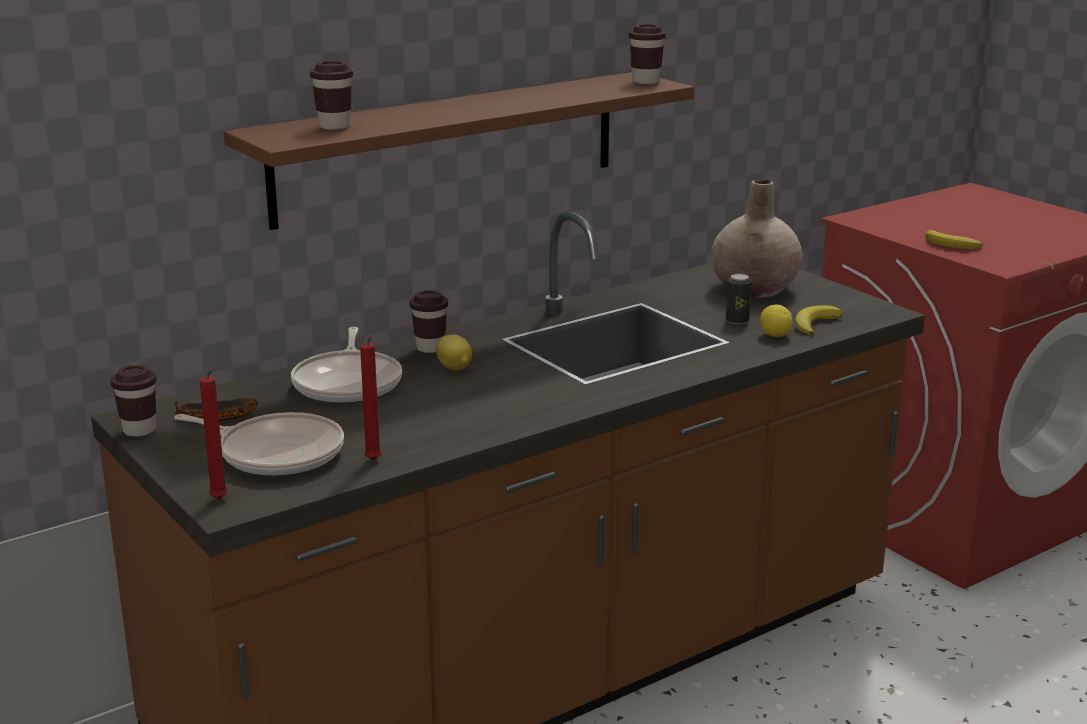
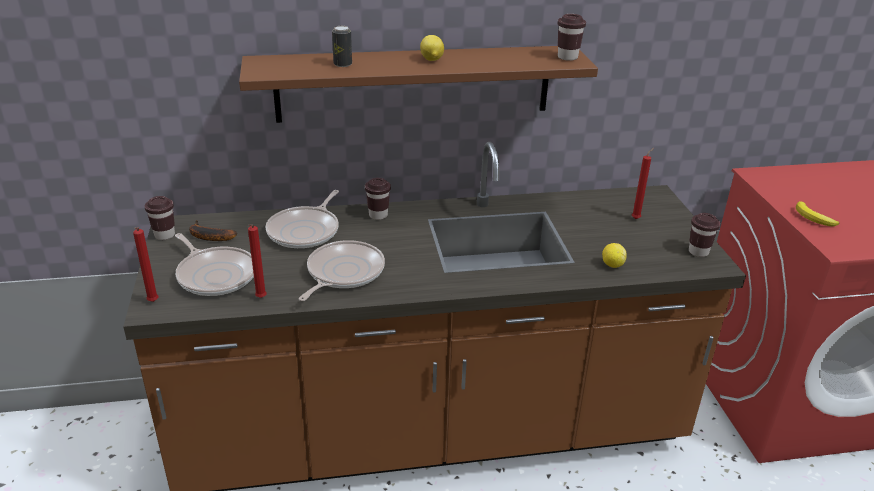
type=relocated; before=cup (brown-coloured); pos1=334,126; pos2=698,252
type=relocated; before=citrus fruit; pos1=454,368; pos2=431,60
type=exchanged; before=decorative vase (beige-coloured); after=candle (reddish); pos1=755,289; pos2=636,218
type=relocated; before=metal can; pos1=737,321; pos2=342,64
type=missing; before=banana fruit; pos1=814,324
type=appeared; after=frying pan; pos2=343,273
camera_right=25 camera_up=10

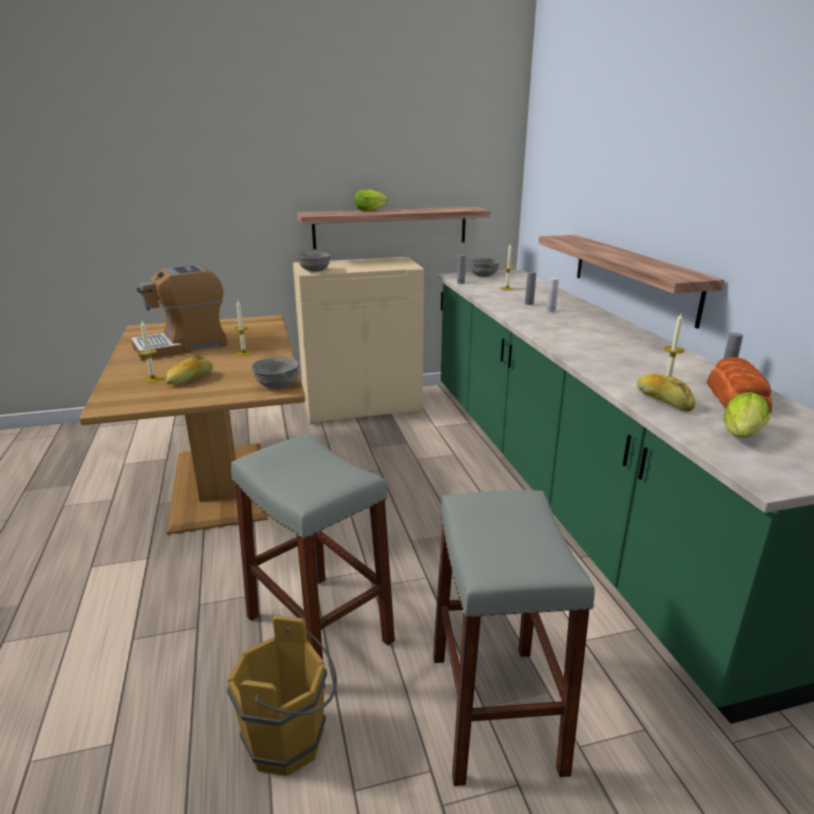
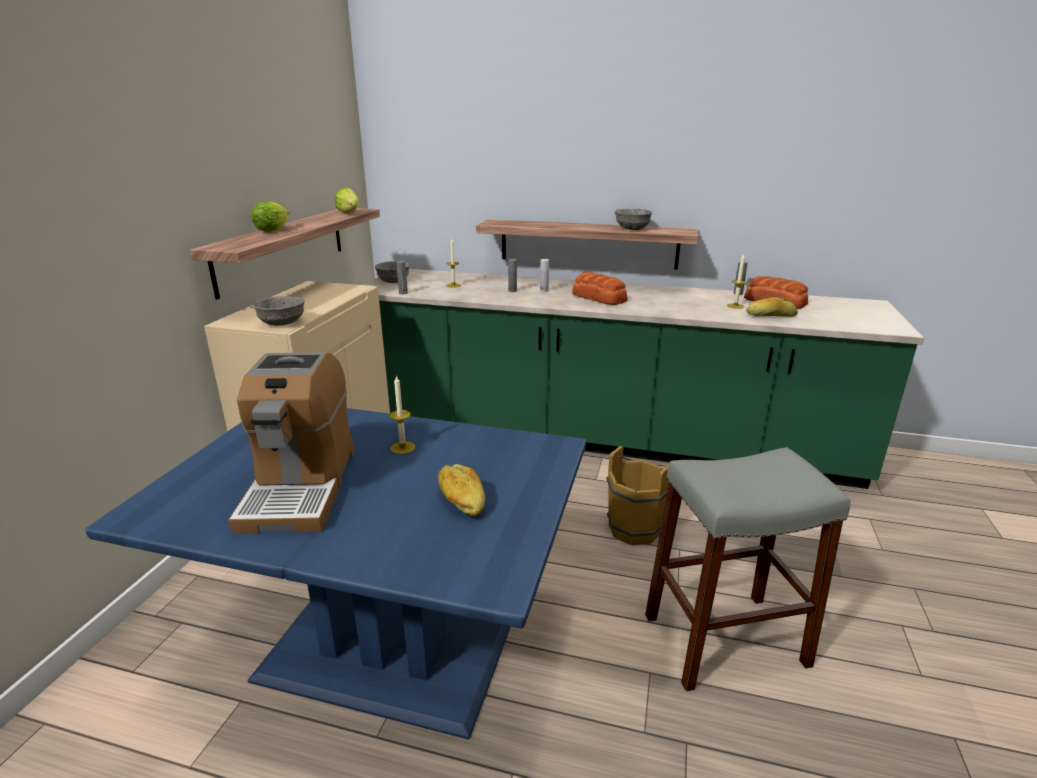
type=colour; before=kitchen table (brown-coloured); after=kitchen table (bluish); pos1=221,484; pos2=386,651
type=missing; before=candle; pos1=153,379
type=relocated; before=bucket (brown-coloured); pos1=291,741; pos2=636,527
type=relocated; before=bowl (greyish); pos1=278,385; pos2=631,229
type=missing; before=stool (greyish); pos1=495,710
type=relocated; before=lettuce head; pos1=741,437; pos2=350,213
type=appeared; after=baked bread; pos2=599,298
camera_right=-60 camera_up=0

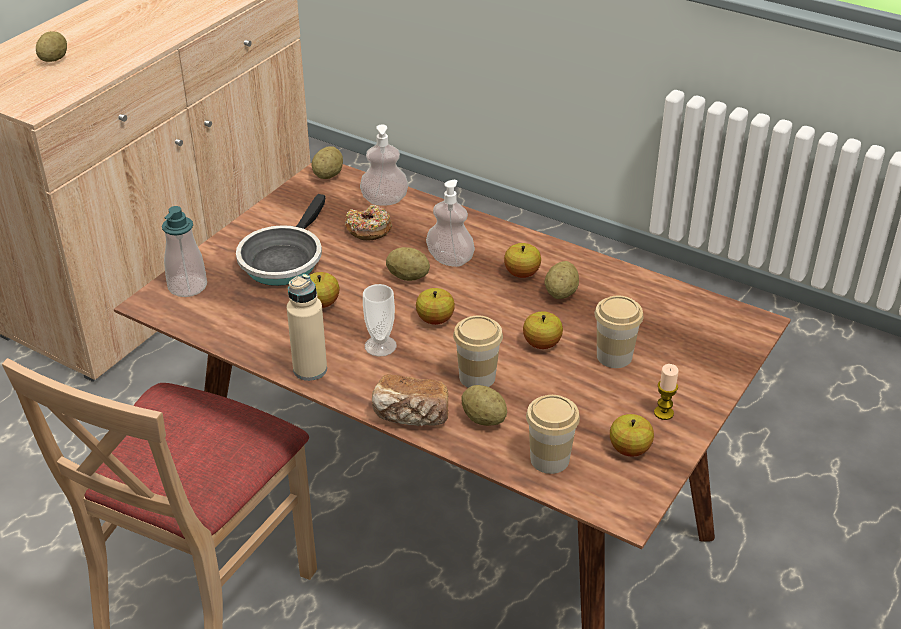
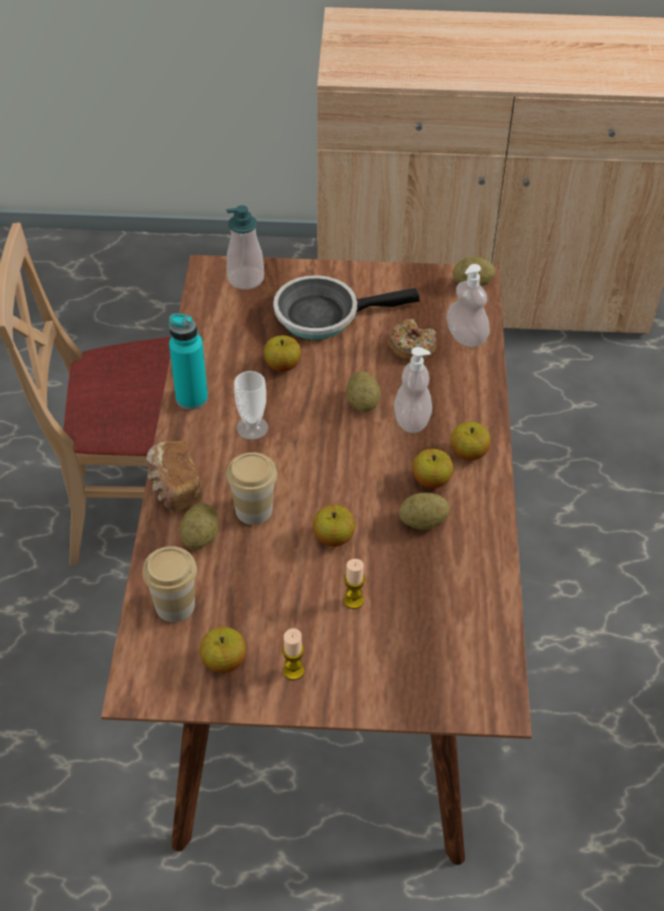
type=missing; before=spud; pos1=54,59
type=colour; before=drink bottle (beige-coloured); after=drink bottle (turquoise); pos1=310,369; pos2=192,398
type=relocated; before=whole apple; pos1=435,319; pos2=468,453
type=exchanged; before=cup; after=candle; pos1=614,356; pos2=353,600
camera_right=60 camera_up=10

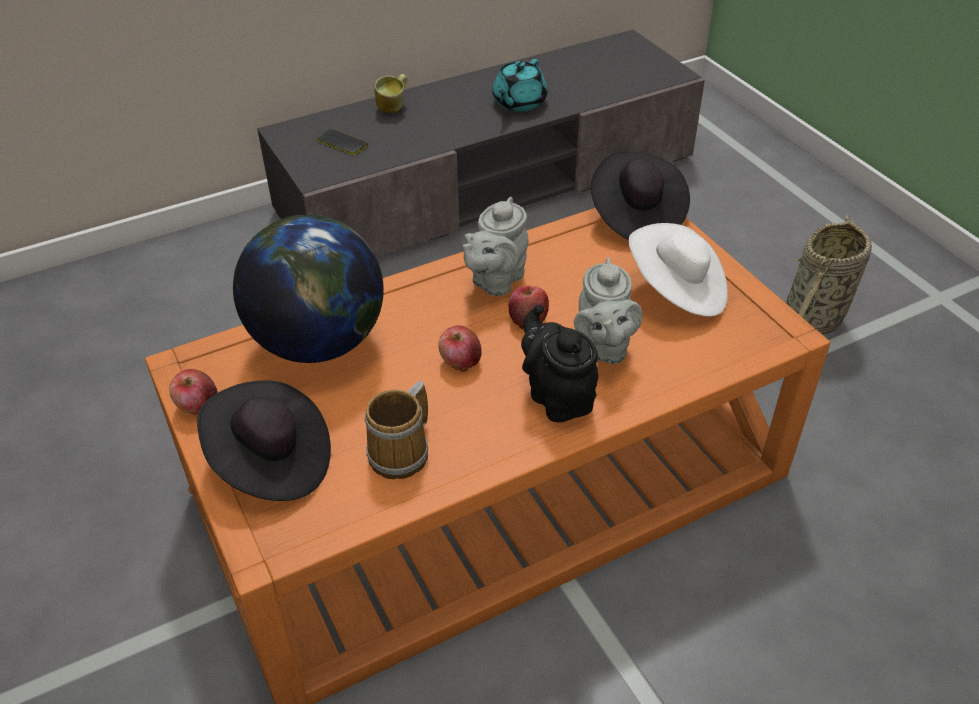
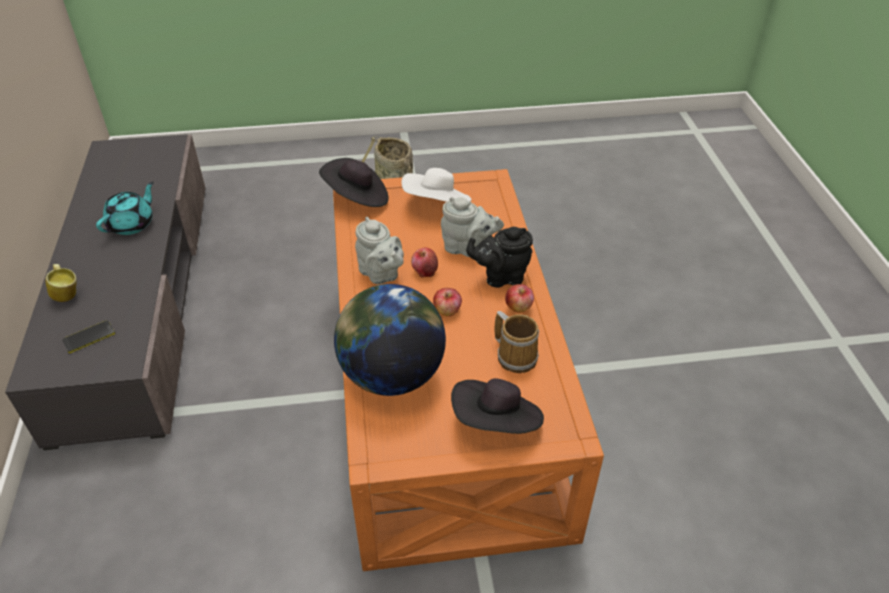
type=relocated; before=whole apple; pos1=197,405; pos2=518,307
type=spun; before=pot for tea (turquoise); pos1=518,103; pos2=132,224; turn=-105
camera_right=-70 camera_up=0

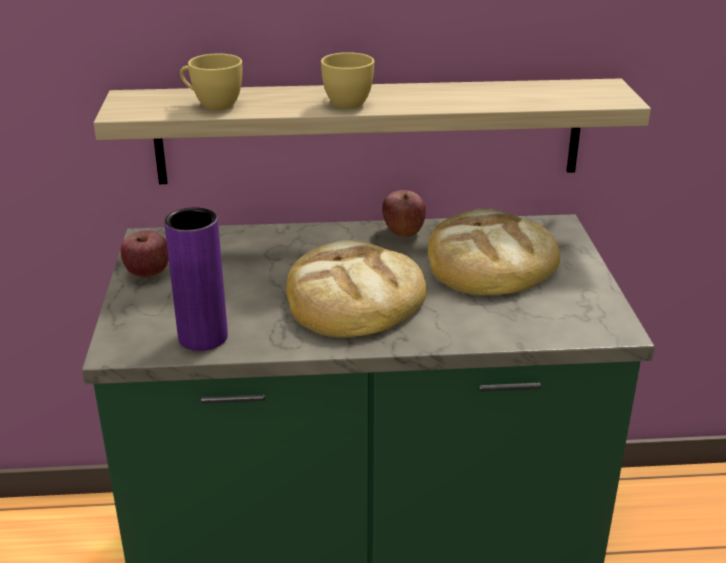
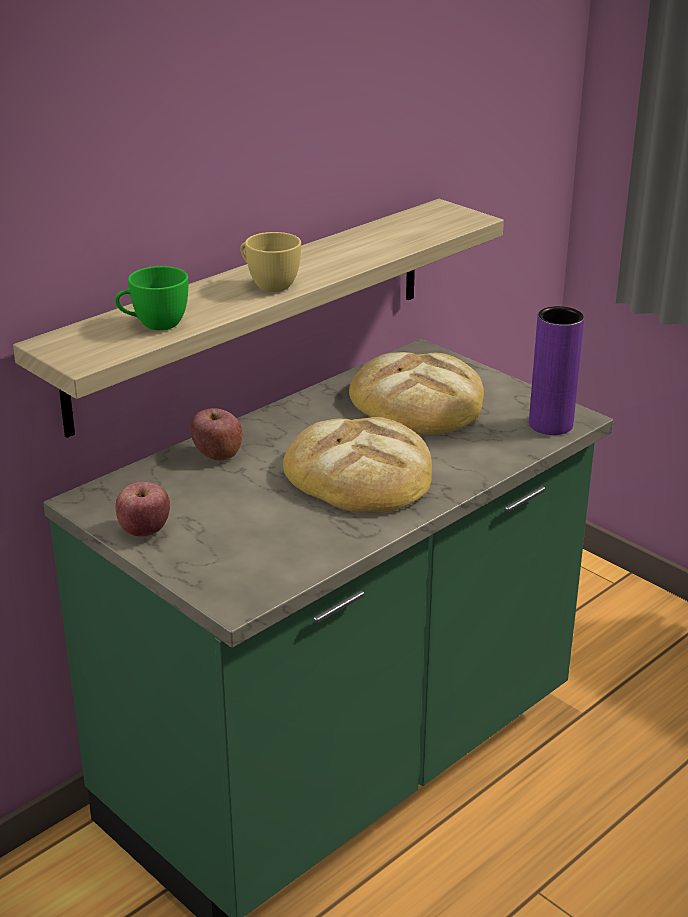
type=relocated; before=decorative vase (purplish); pos1=203,337; pos2=550,425
type=colour; before=cup (yellowish); after=cup (green-coloured); pos1=212,104; pos2=154,325
type=relocated; before=whole apple; pos1=403,231; pos2=217,454
camera_right=-40 camera_up=0

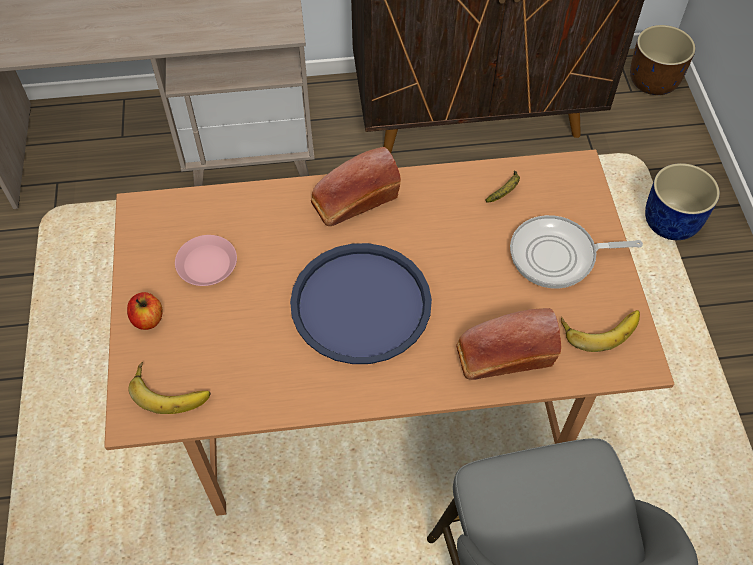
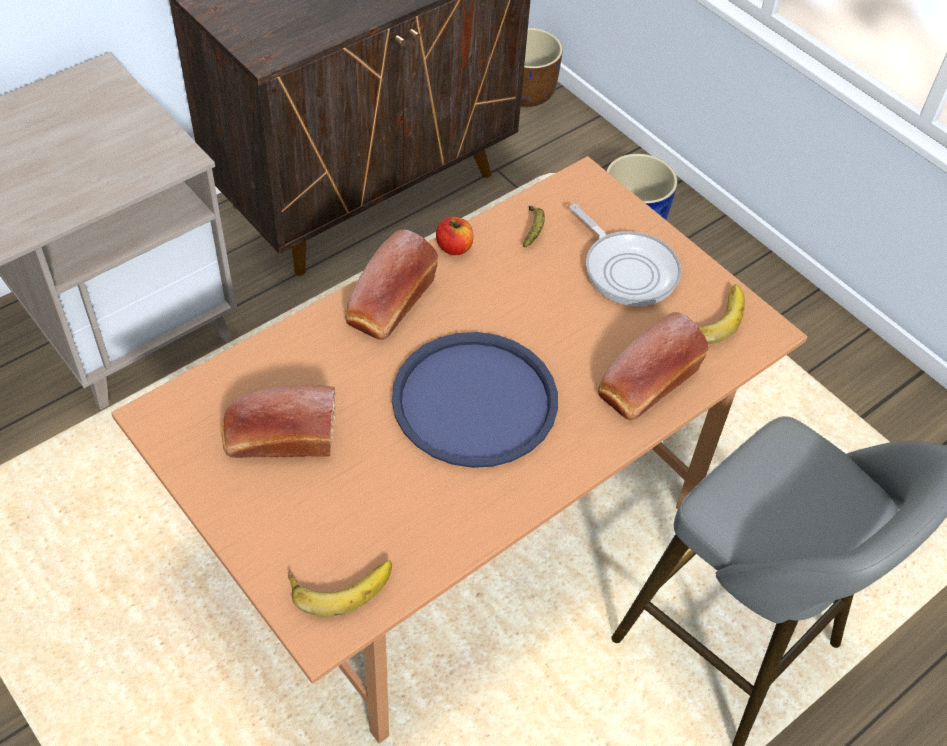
type=relocated; before=whole apple; pos1=148,319; pos2=454,247
type=exchanged; before=flat dish (pink); after=baked bread; pos1=206,264; pos2=279,438
type=spun; before=frying pan; pos1=558,256; pos2=627,269; turn=-90
camera_right=-35 camera_up=-5

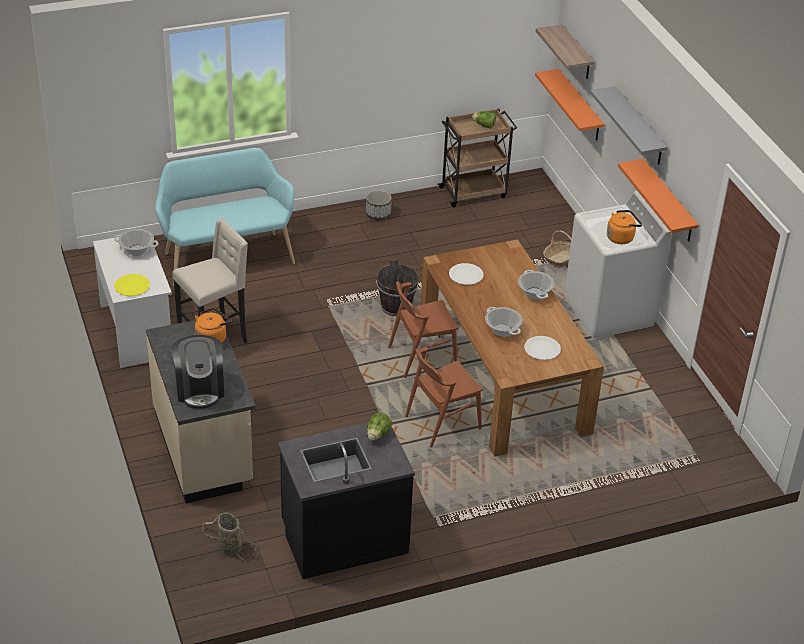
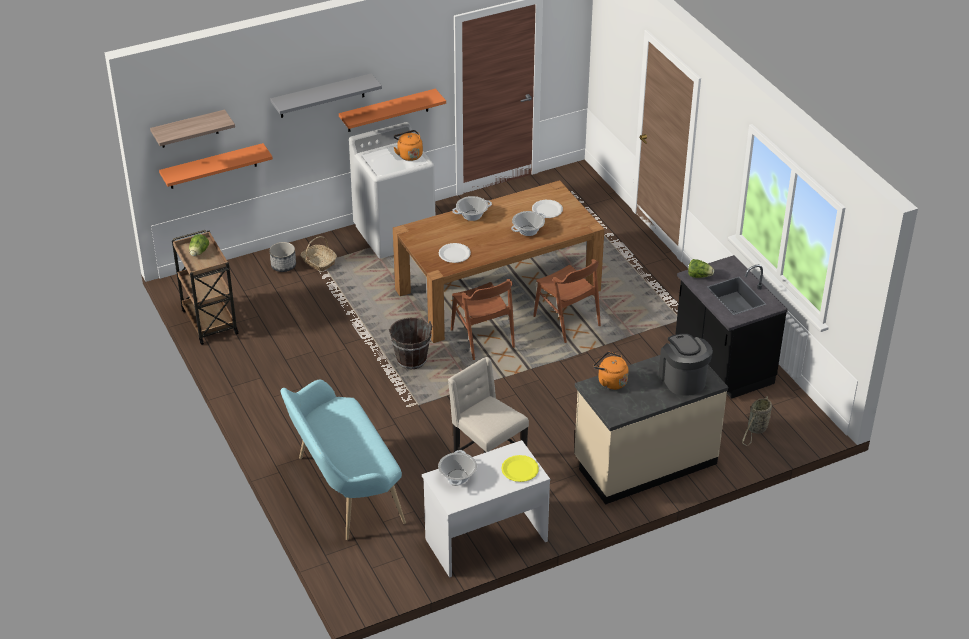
type=spun; before=coffee maker; pos1=200,389; pos2=682,379; turn=-90
type=relocated; before=planter; pos1=378,214; pos2=283,266
camera_right=-95 camera_up=0

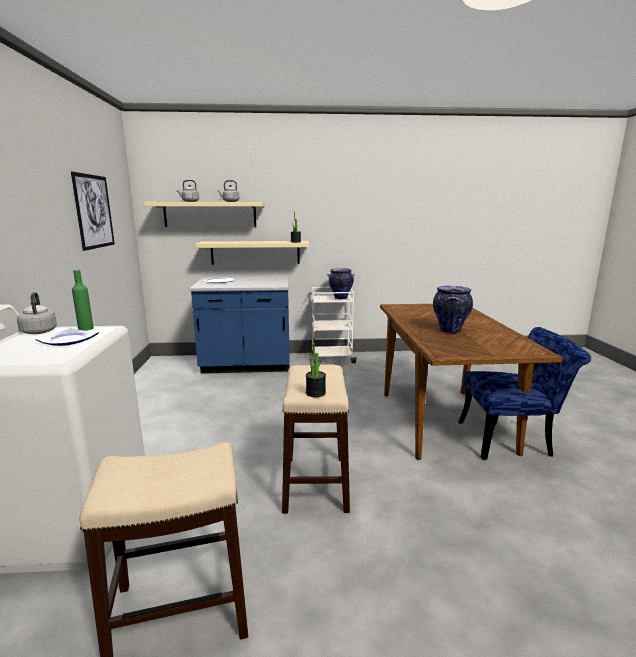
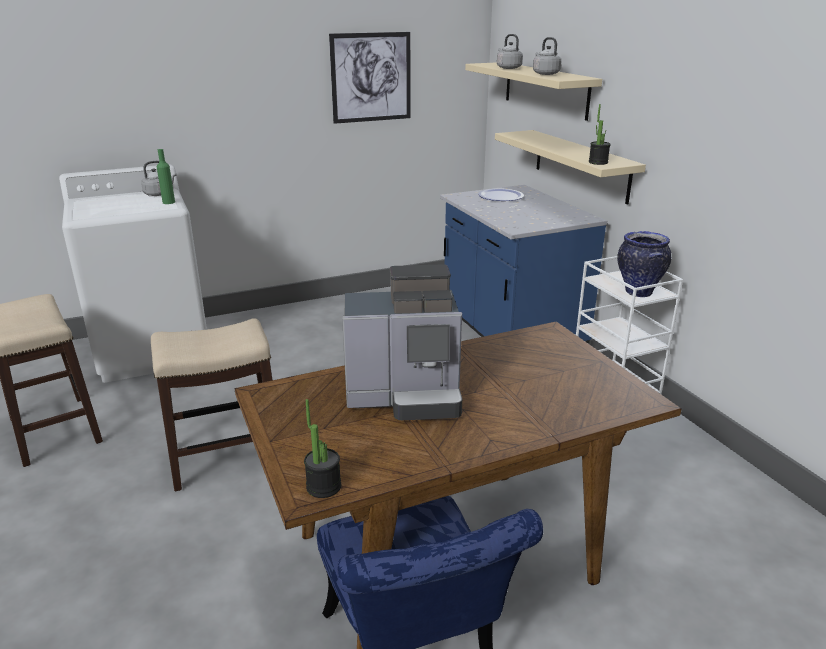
type=missing; before=flat dish; pos1=68,340
type=relocated; before=houseplant; pos1=315,393; pos2=323,487
type=exchanged; before=decorative vase; after=coffee maker; pos1=450,330; pos2=406,396
camera_right=70 camera_up=10

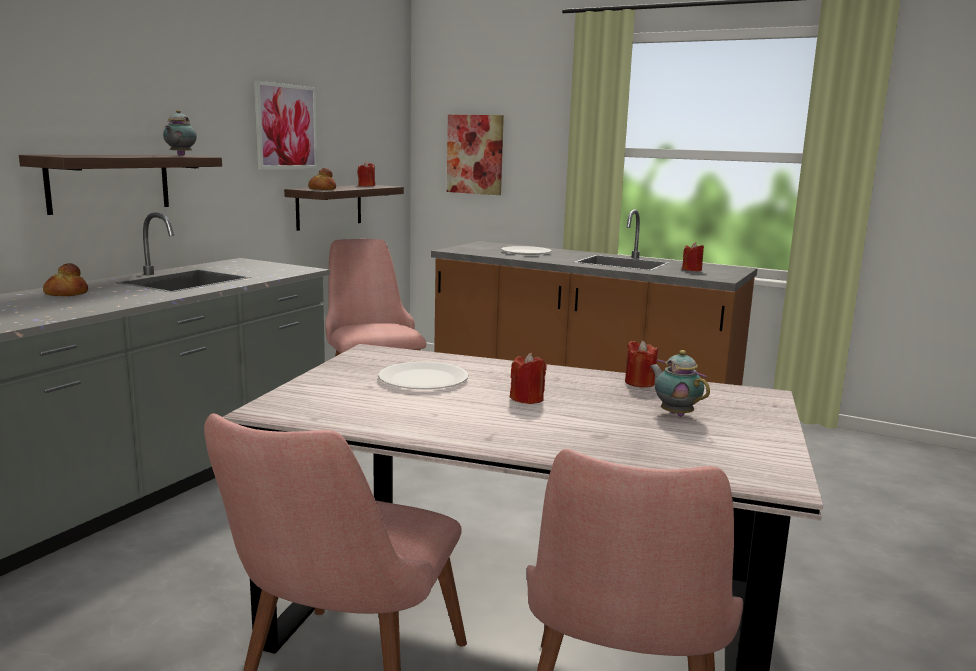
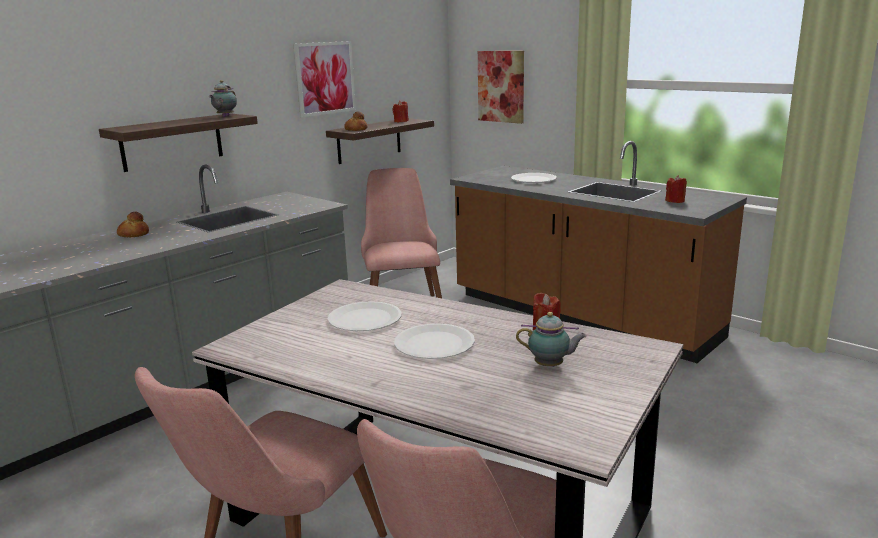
type=exchanged; before=candle (reddish); after=flat dish (white-coloured); pos1=527,399; pos2=434,344
type=spun; before=pot for tea; pos1=675,414; pos2=551,366; turn=120
camera_right=15 camera_up=5

